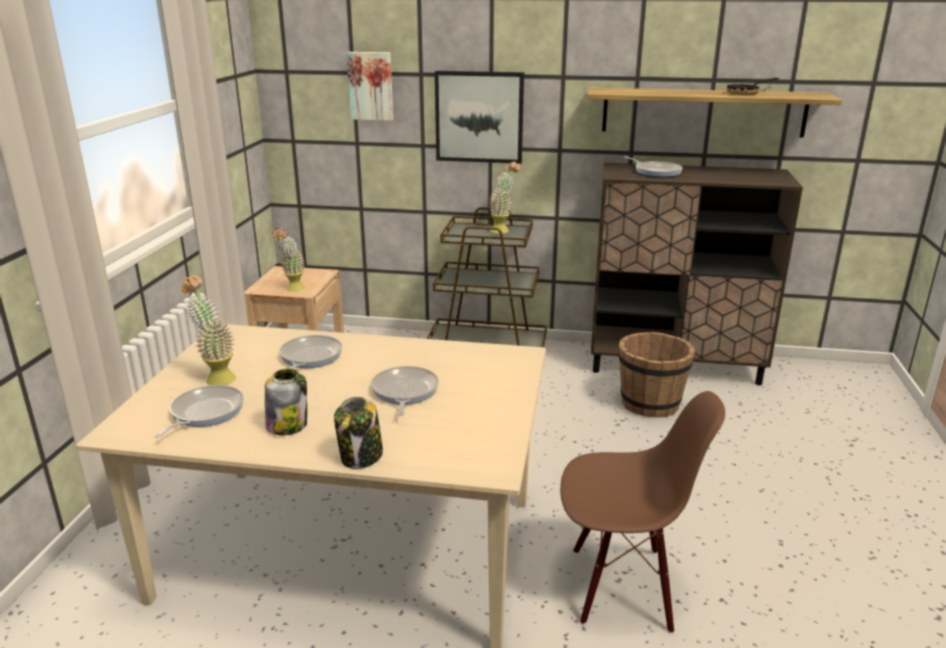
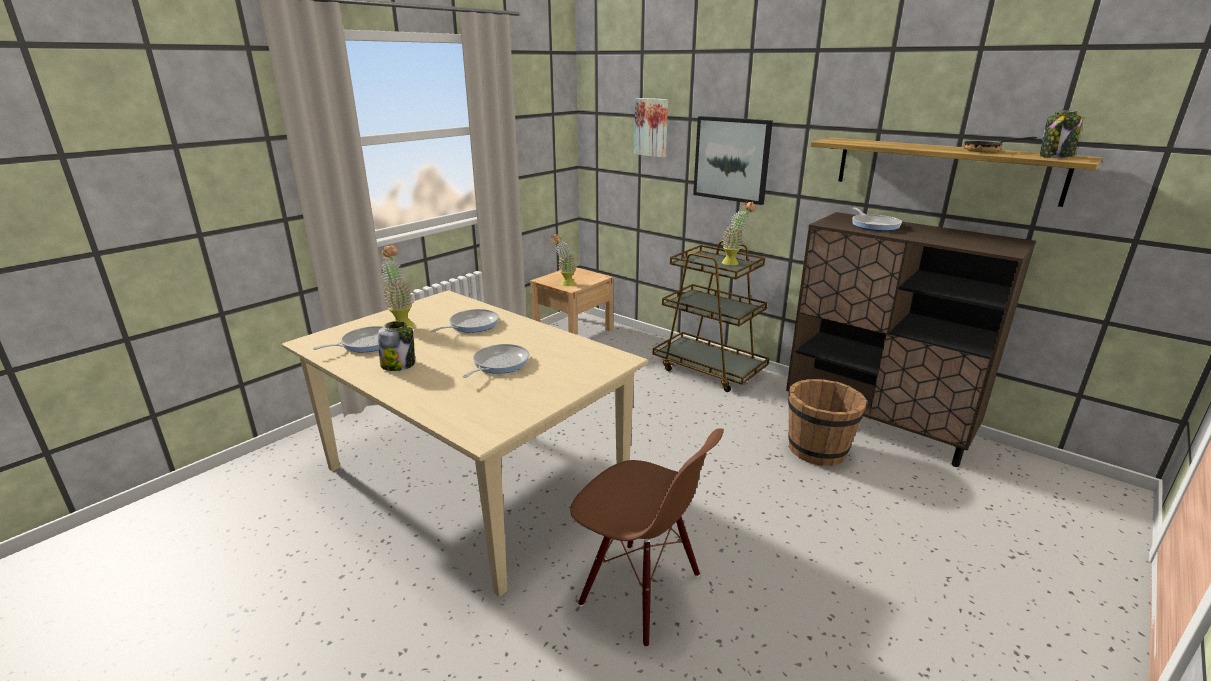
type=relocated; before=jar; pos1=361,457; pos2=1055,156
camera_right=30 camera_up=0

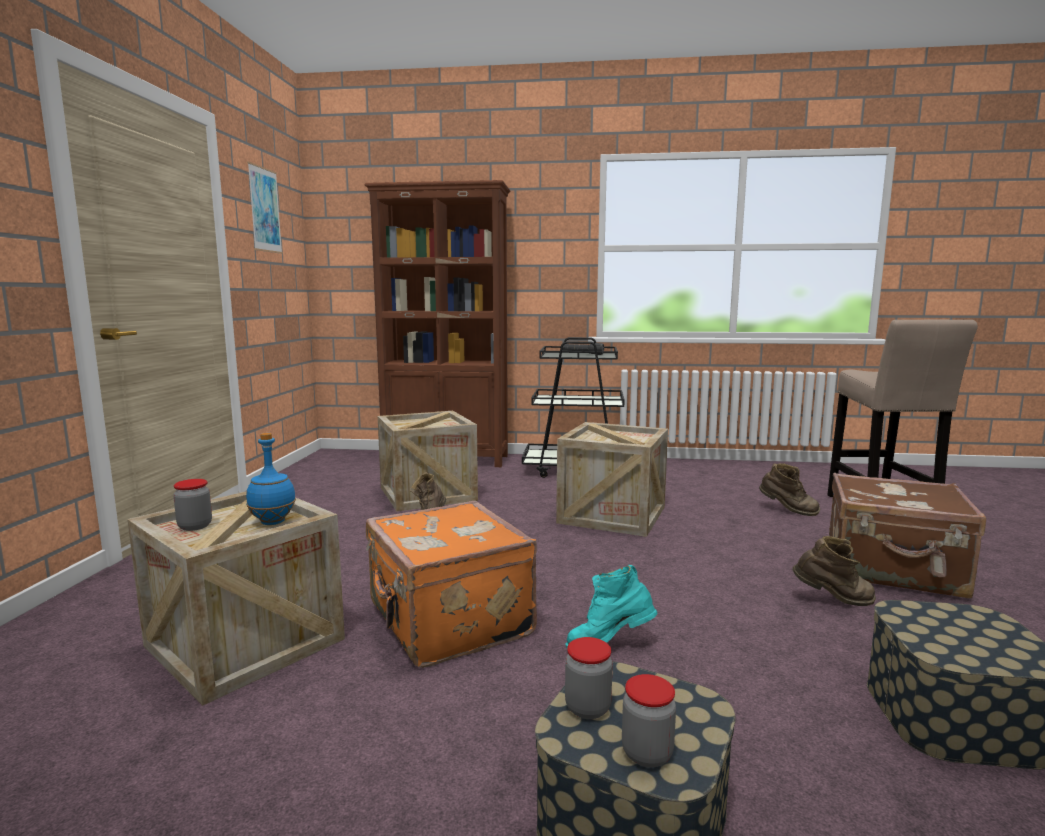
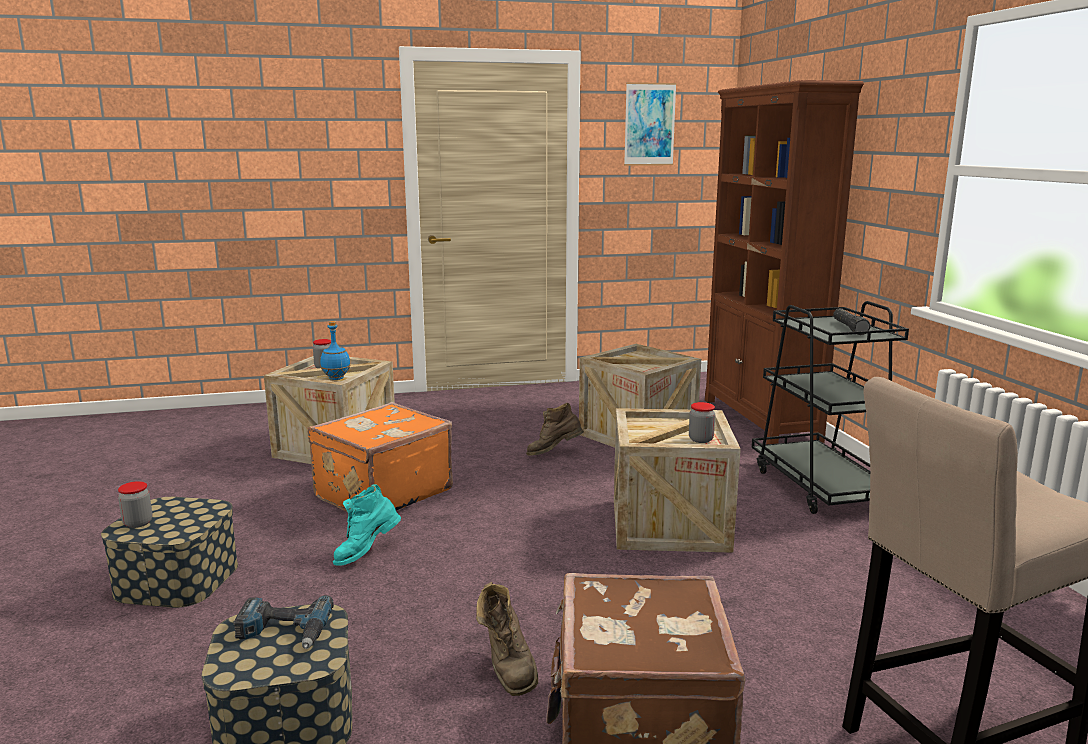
type=spun; before=tall boot (turquoise); pos1=609,645; pos2=366,553; turn=-105
type=relocated; before=jar; pos1=587,708; pos2=701,439
type=missing; before=tall boot (brown-coloured); pos1=788,510
type=appeared; after=power drill; pos2=283,632
camera_right=70 camera_up=5

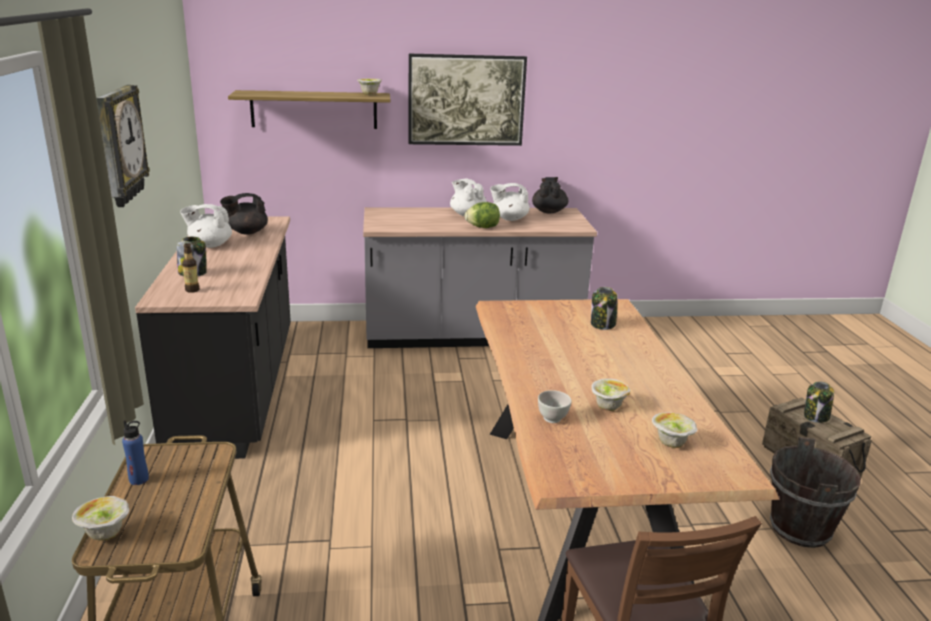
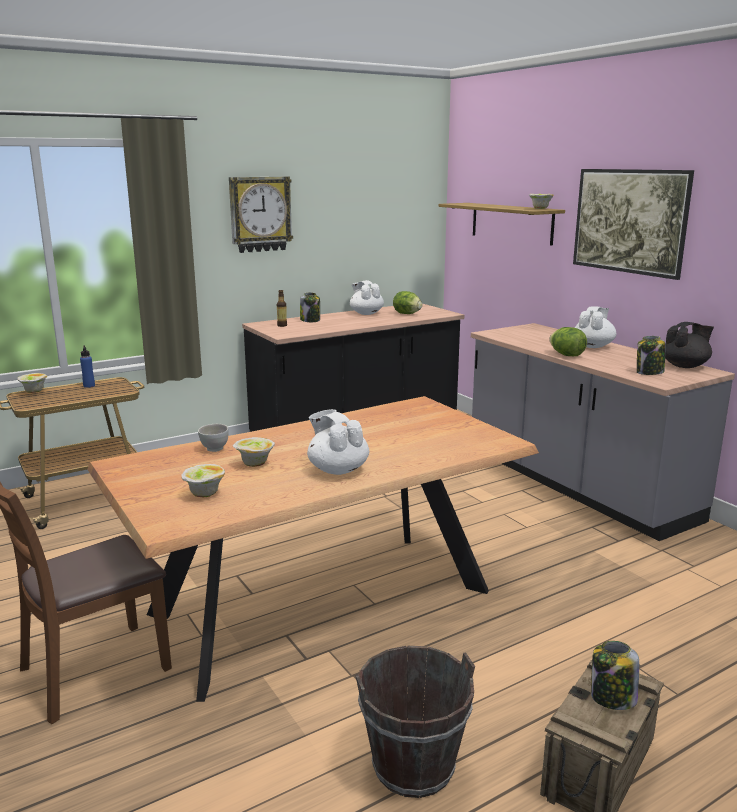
type=exchanged; before=pot for tea (black-coloured); after=lettuce head; pos1=246,232; pos2=407,314
type=relocated; before=pot for tea (white-coloured); pos1=509,218; pos2=337,469
type=relocated; before=jar; pos1=603,324; pos2=649,373
camera_right=65 camera_up=-5

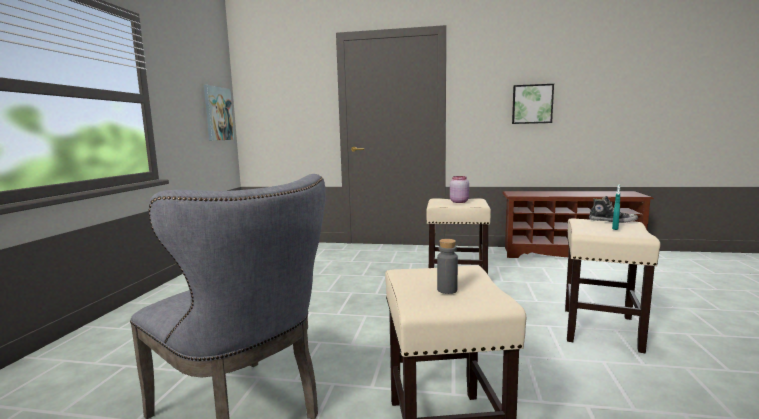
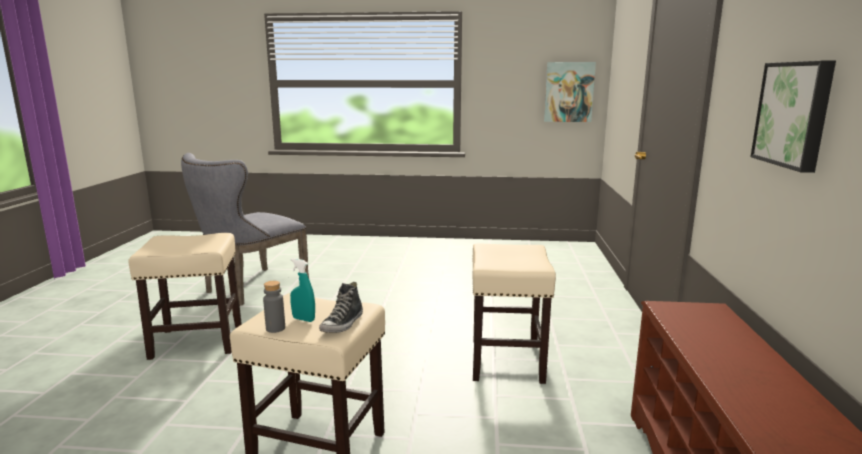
type=relocated; before=drink bottle (greyish); pos1=447,290; pos2=275,328
type=missing; before=jar (pink); pos1=459,202
camera_right=85 camera_up=5

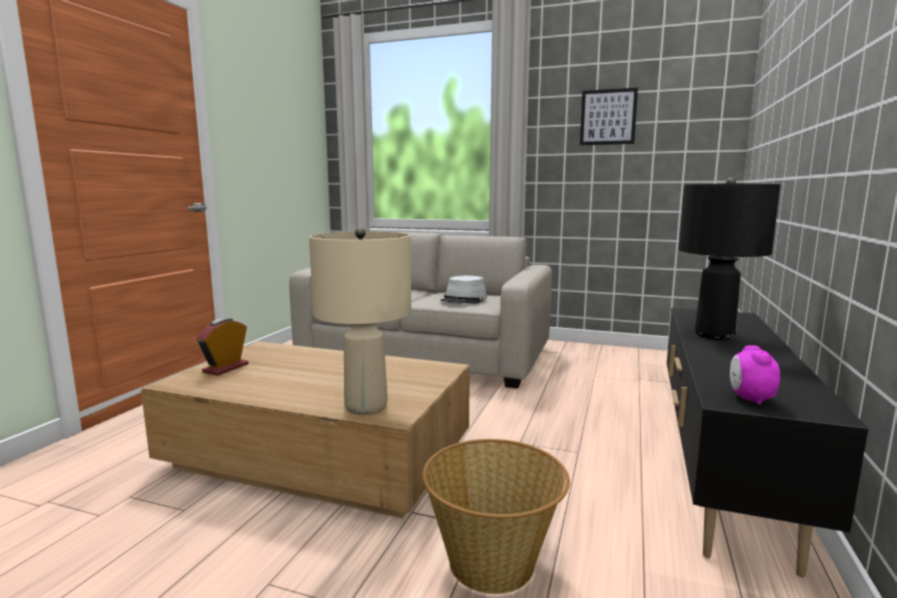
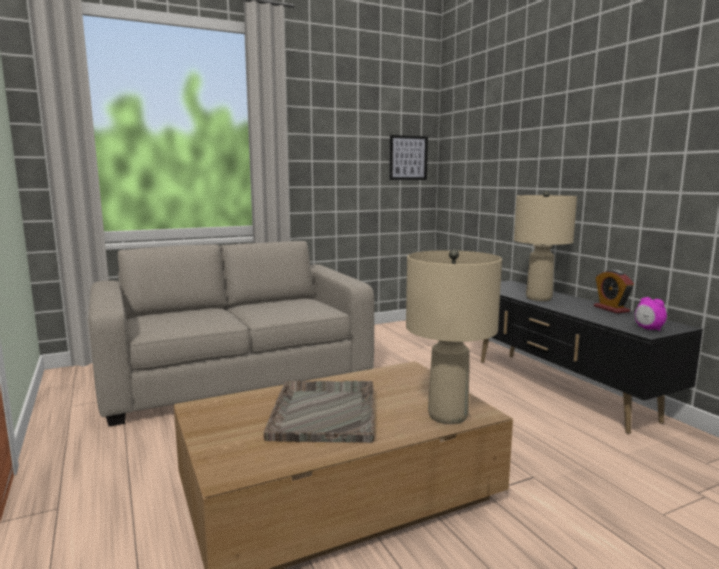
type=relocated; before=alarm clock; pos1=226,368; pos2=611,309
type=missing; before=household basket; pos1=493,563
type=missing; before=wearable hat (greyish); pos1=464,299
type=relocated; before=picture; pos1=608,117; pos2=408,158
type=colour; before=table lamp (black-coloured); after=table lamp (beige-coloured); pos1=713,335; pos2=538,298
type=appeared; after=tray (greyish); pos2=324,412
camera_right=-45 camera_up=0

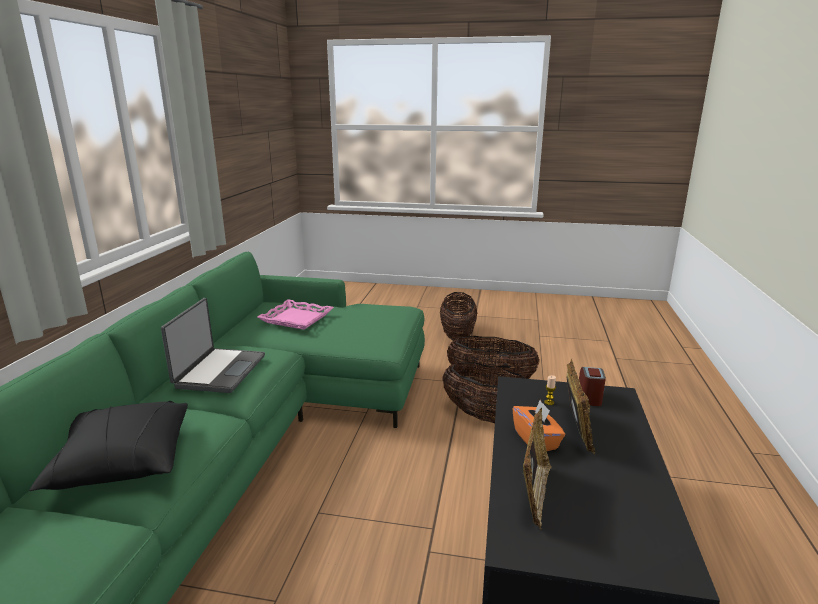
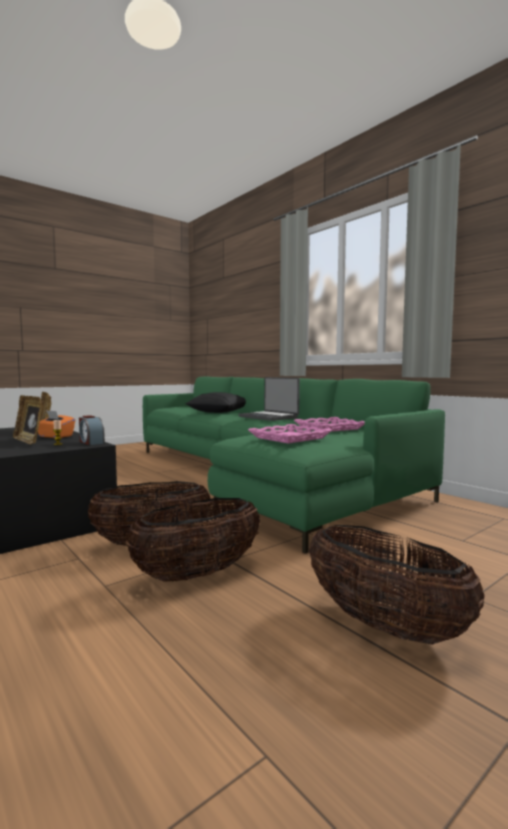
type=relocated; before=alarm clock; pos1=590,396; pos2=91,442
type=appeared; after=tray (pink); pos2=289,438
camera_right=130 camera_up=-15

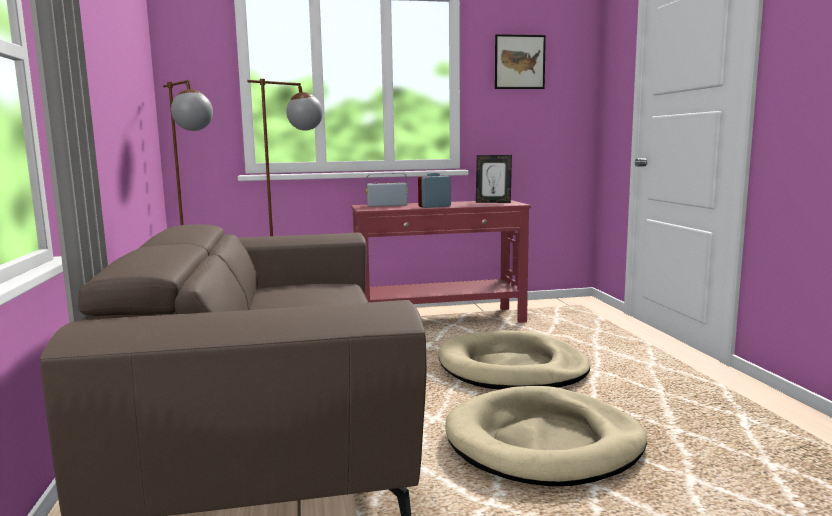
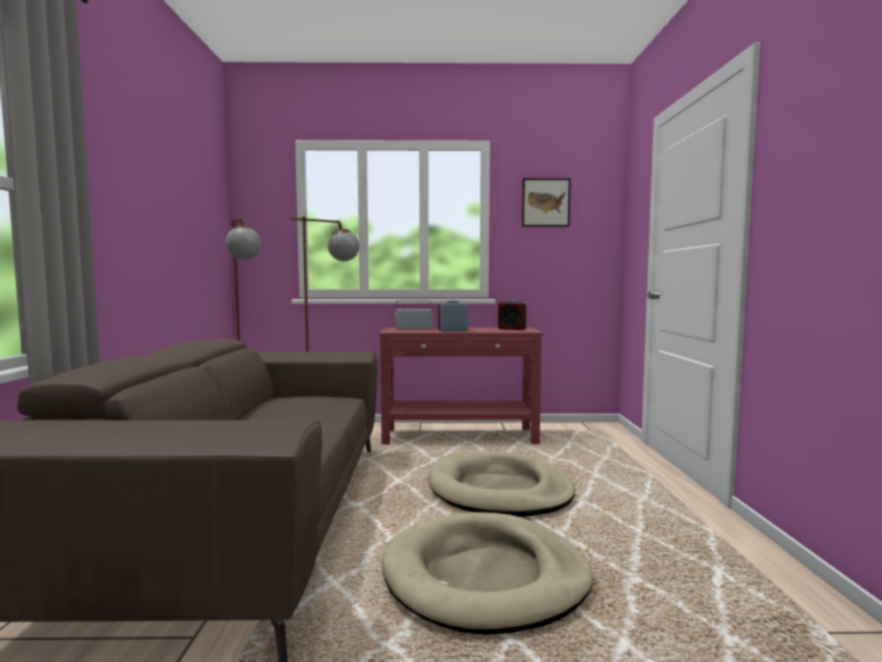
type=exchanged; before=photo frame; after=alarm clock; pos1=493,202; pos2=512,329
camera_right=10 camera_up=-5

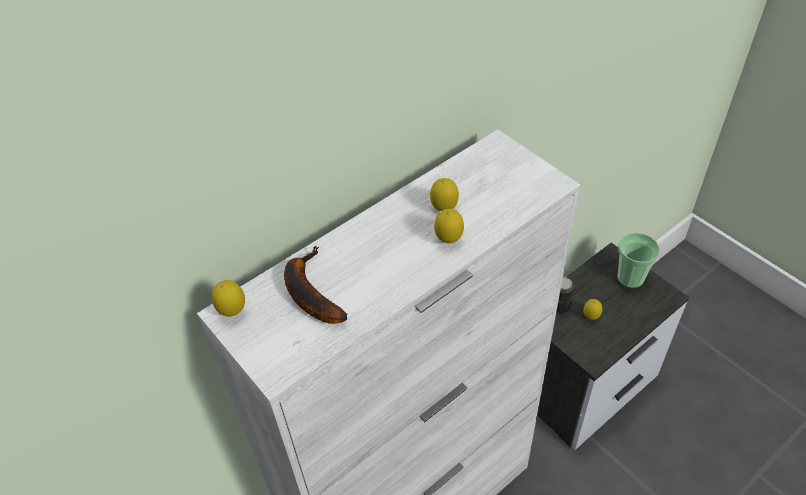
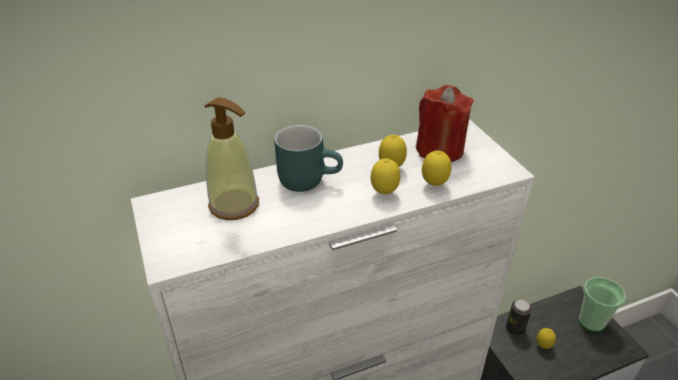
type=relocated; before=citrus fruit; pos1=233,312; pos2=434,185
type=exchanged; before=banana fruit; after=liquid soap bottle; pos1=309,292; pos2=234,205
type=appeared; after=tea mug (turquoise); pos2=309,179
type=appeared; after=candle (reddish); pos2=439,149
camera_right=15 camera_up=-10

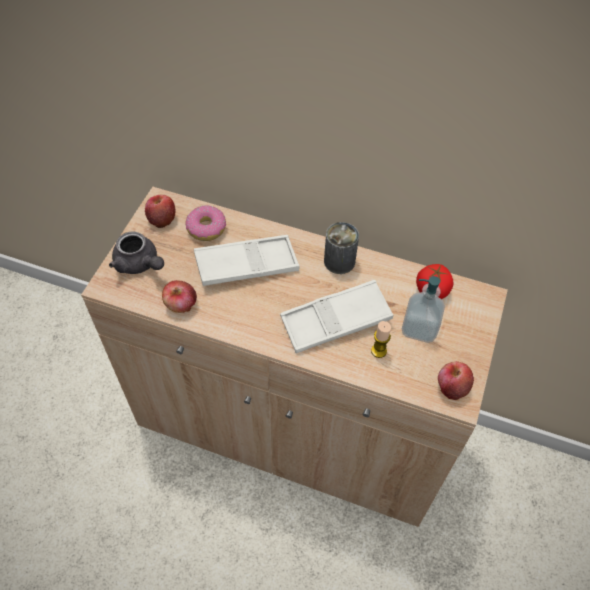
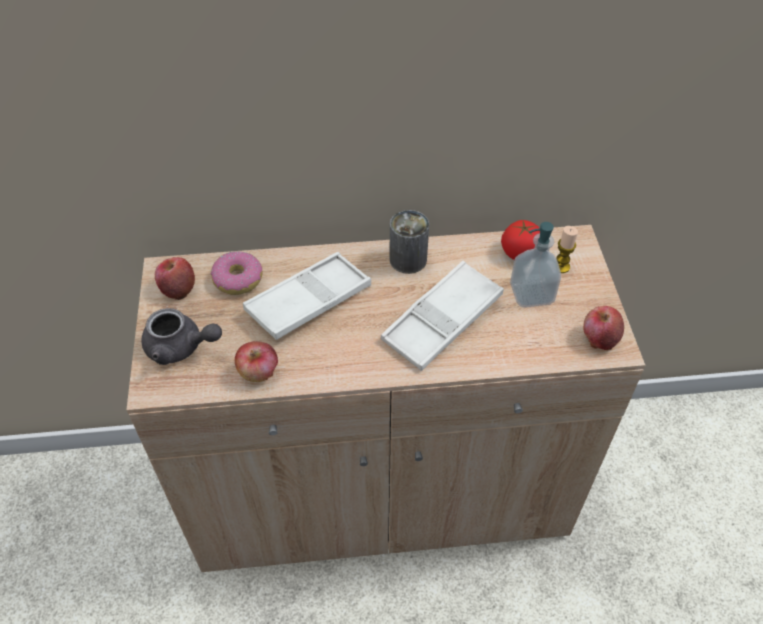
type=relocated; before=candle; pos1=378,351; pos2=561,266
camera_right=-25 camera_up=-5

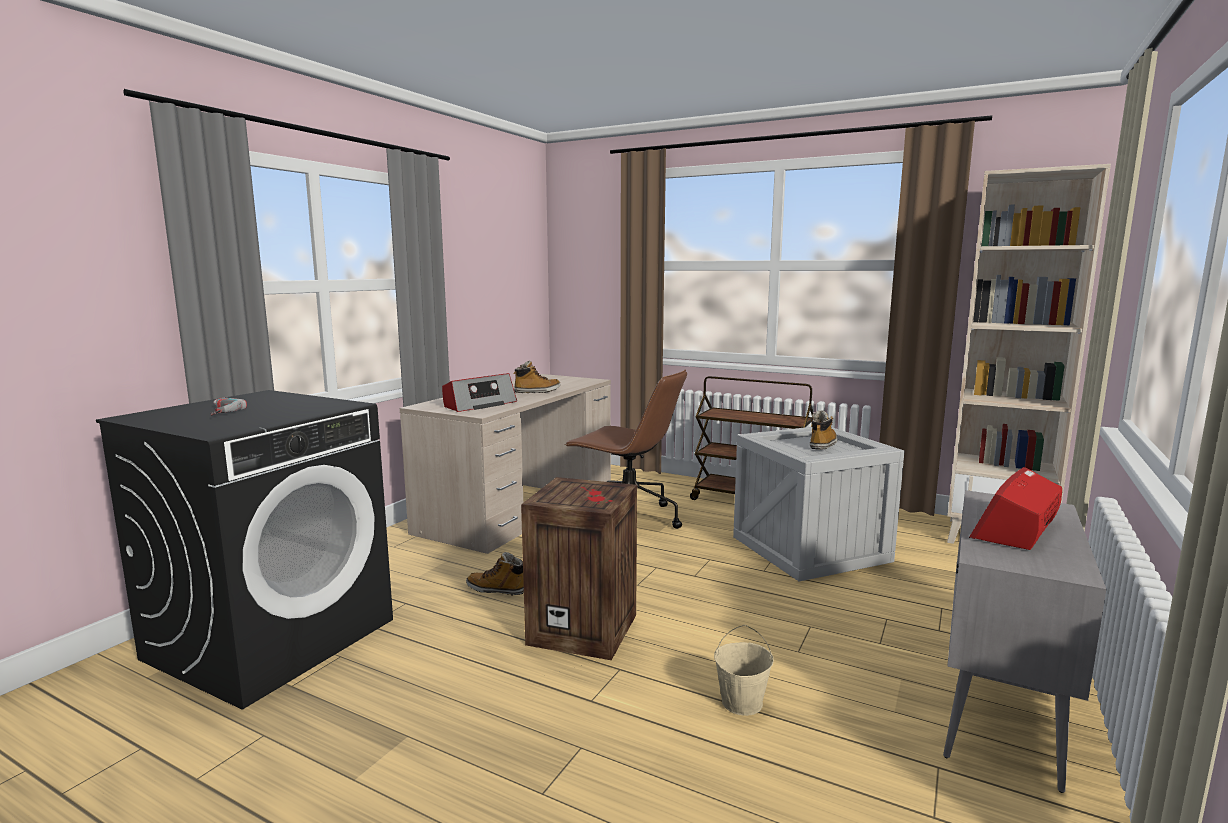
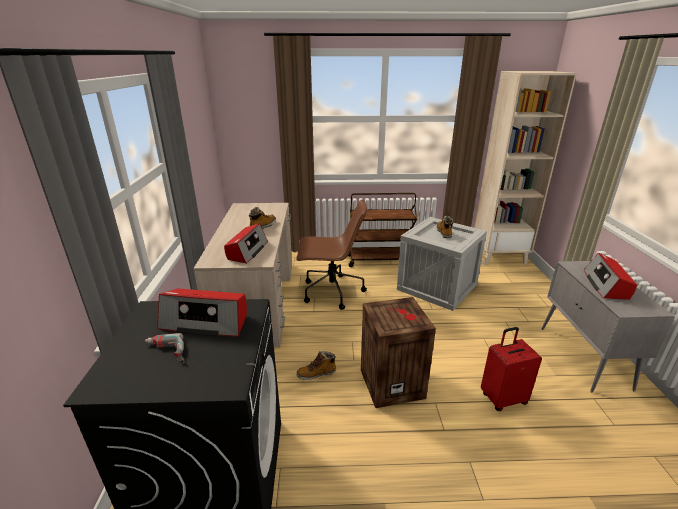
type=exchanged; before=bucket (beige-coloured); after=suitcase (reddish); pos1=742,702; pos2=502,398
type=appeared; after=radio set; pos2=206,321
camera_right=-30 camera_up=15

